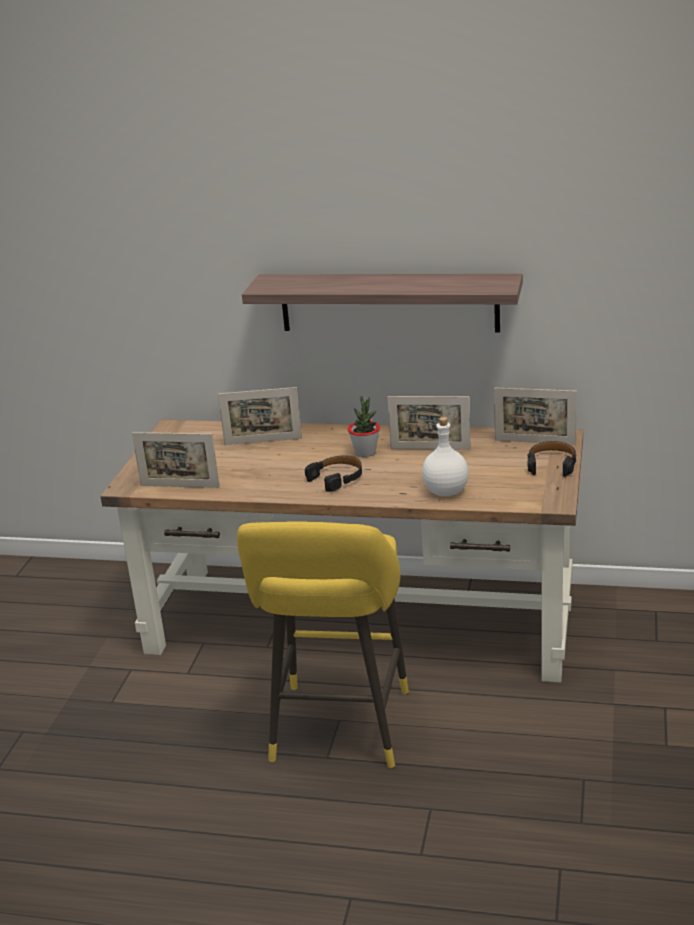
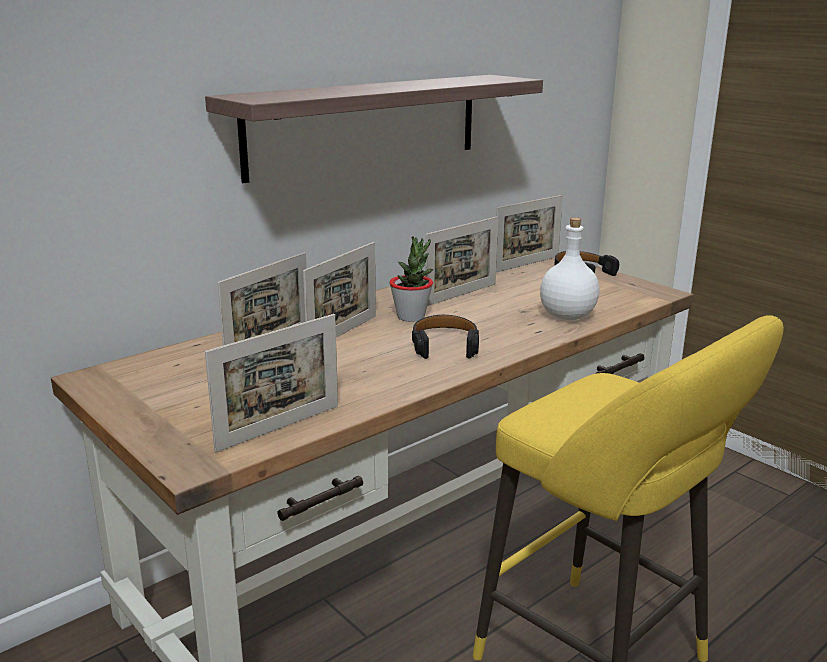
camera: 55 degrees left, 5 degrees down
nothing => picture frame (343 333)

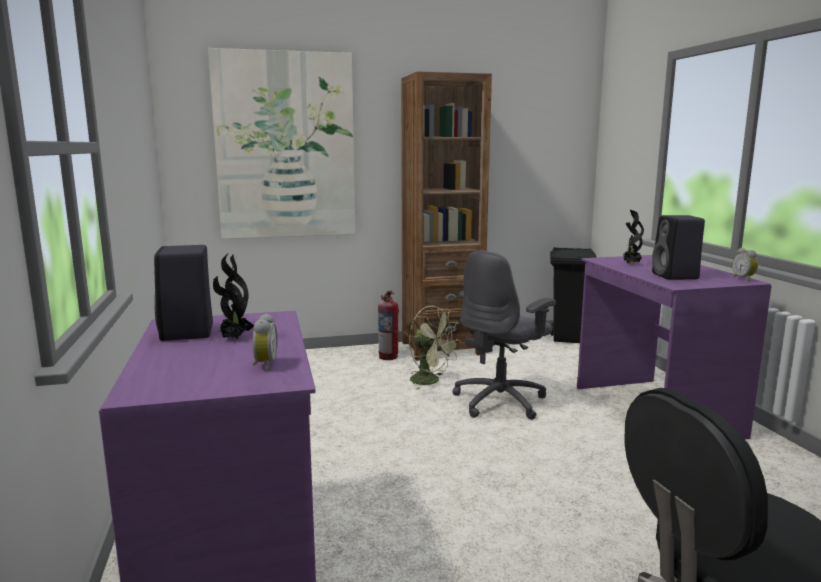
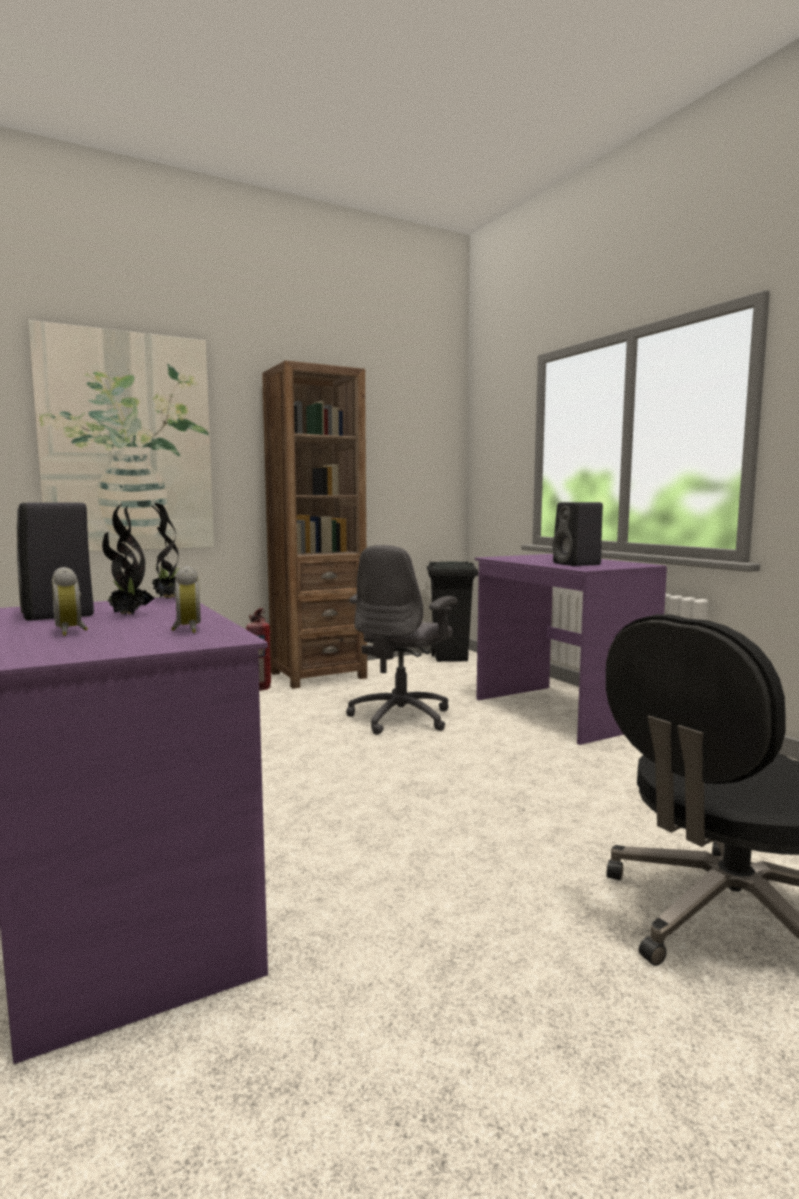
camera: 15 degrees left, 5 degrees down
cooling fan/greenish (431 381) => nothing
houseplant (630 264) => houseplant (167 599), moved
alarm clock (744 279) => alarm clock (72 631), moved

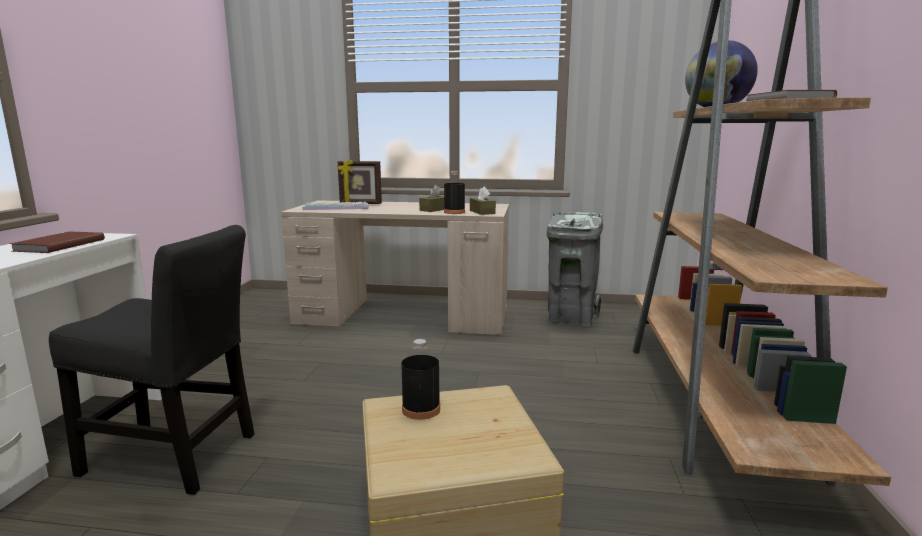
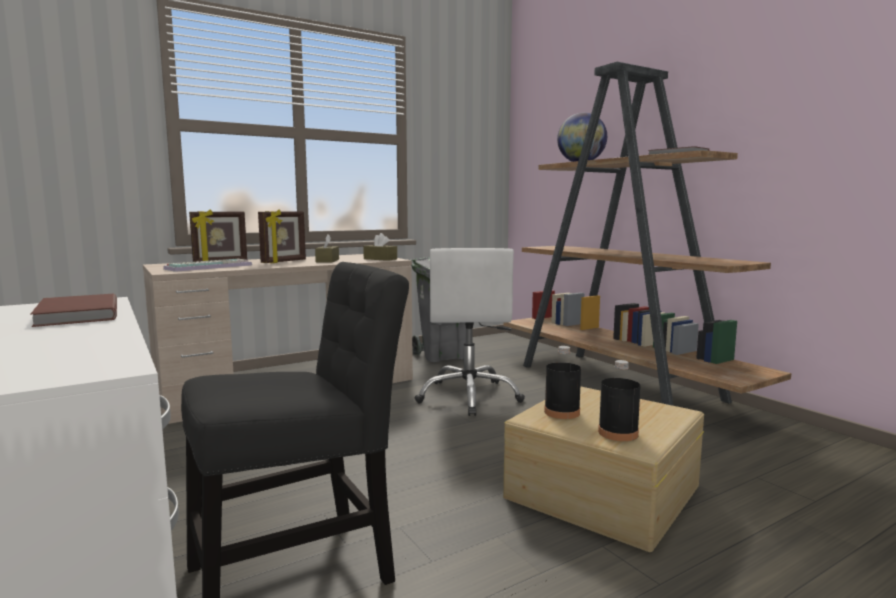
camera: 40 degrees left, 5 degrees down
nothing => picture frame (284 261)
nothing => computer chair/white (469 396)
drink bottle/blackish (454 212) => drink bottle/blackish (618 433), moved

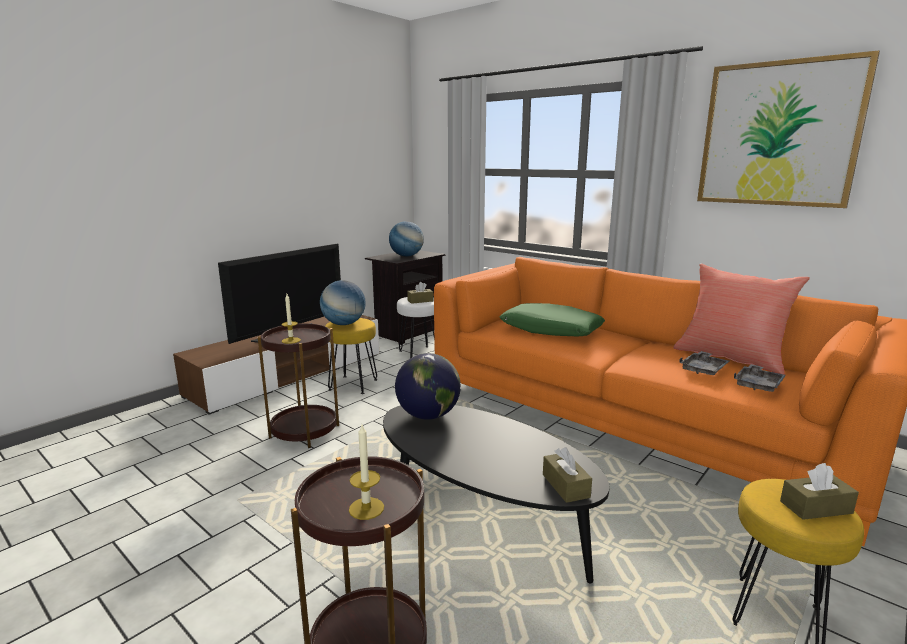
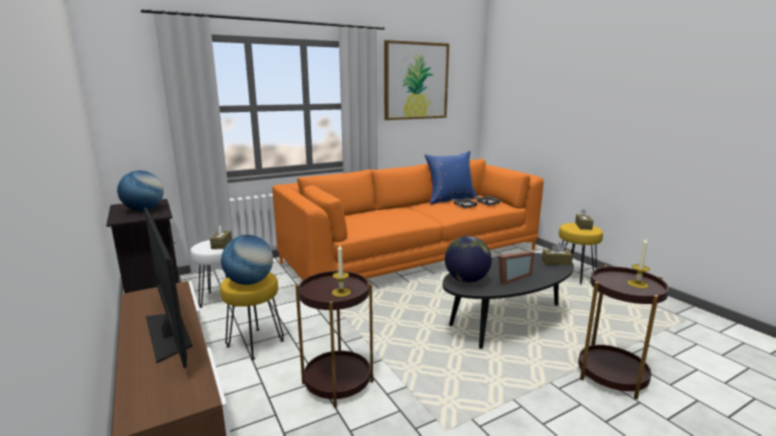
camera: 70 degrees left, 0 degrees up
pillow/greenish (551 330) => nothing
nothing => picture frame (511 277)
pillow/red-coloured (730 358) => pillow/blue-coloured (450 199)

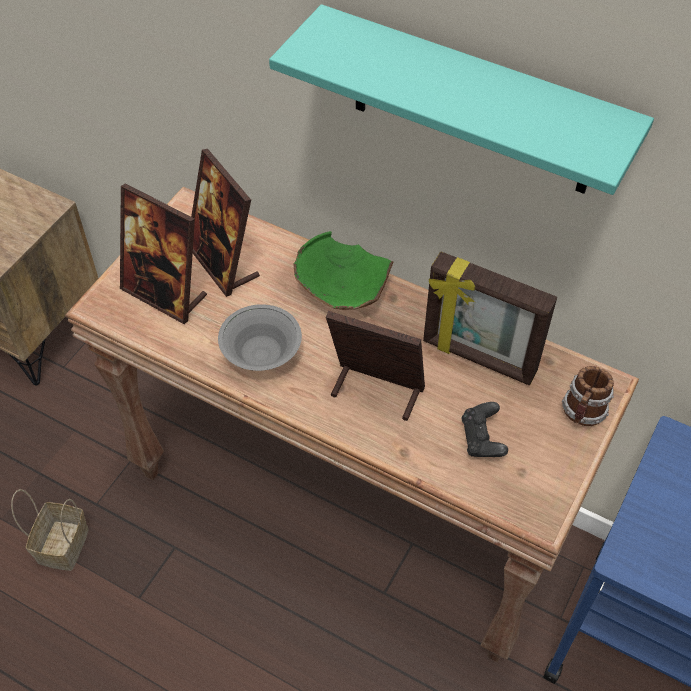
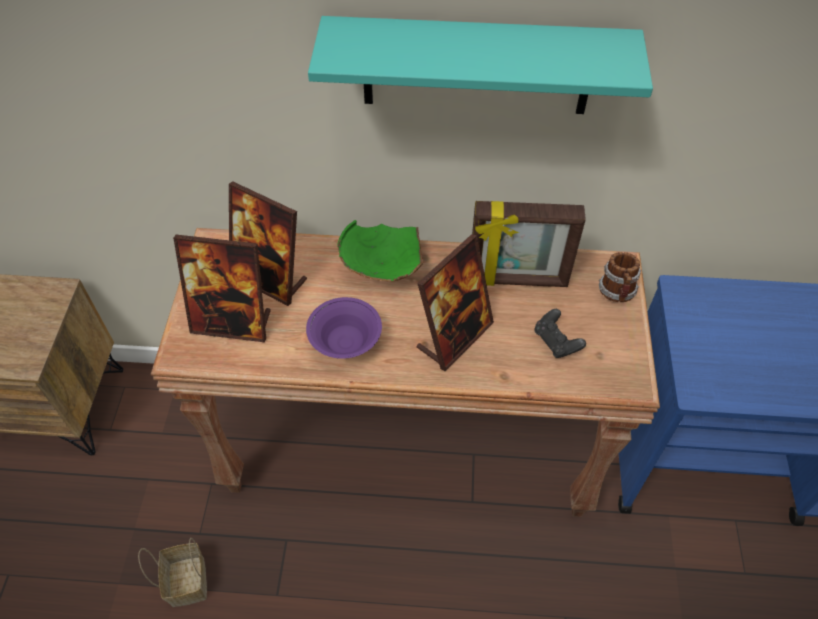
camera: 25 degrees left, 0 degrees up
serving bowl/gray (261 355) => serving bowl/purple (345 343)
picture frame (376 391) => picture frame (454 336), 135 degrees clockwise

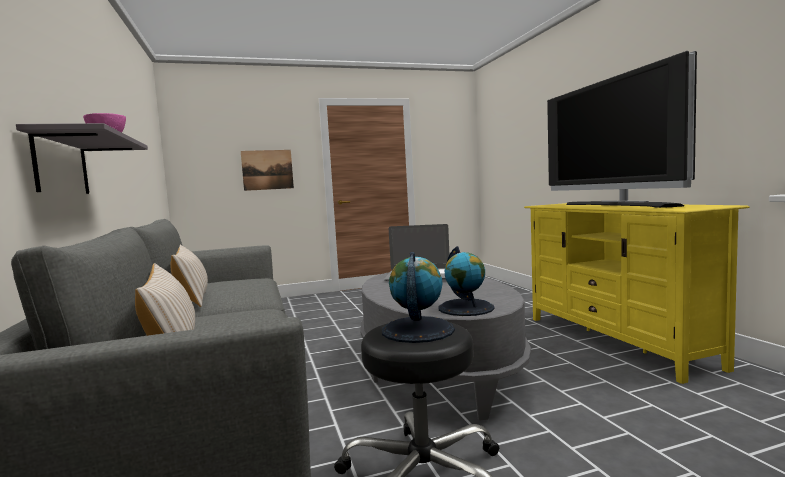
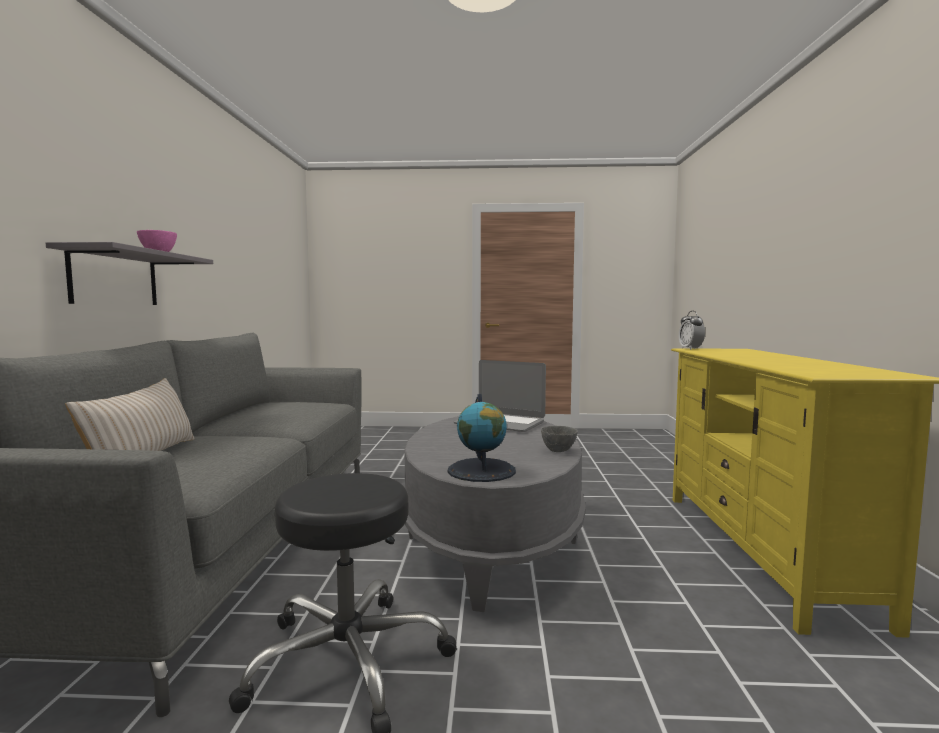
camera: 20 degrees right, 0 degrees up
pillow/beige-coloured (192 296) => nothing
picture (267 170) => nothing
desk globe (417 330) => nothing
television (617 205) => nothing
nothing => serving bowl/gray (559 451)
nothing => alarm clock (690 349)

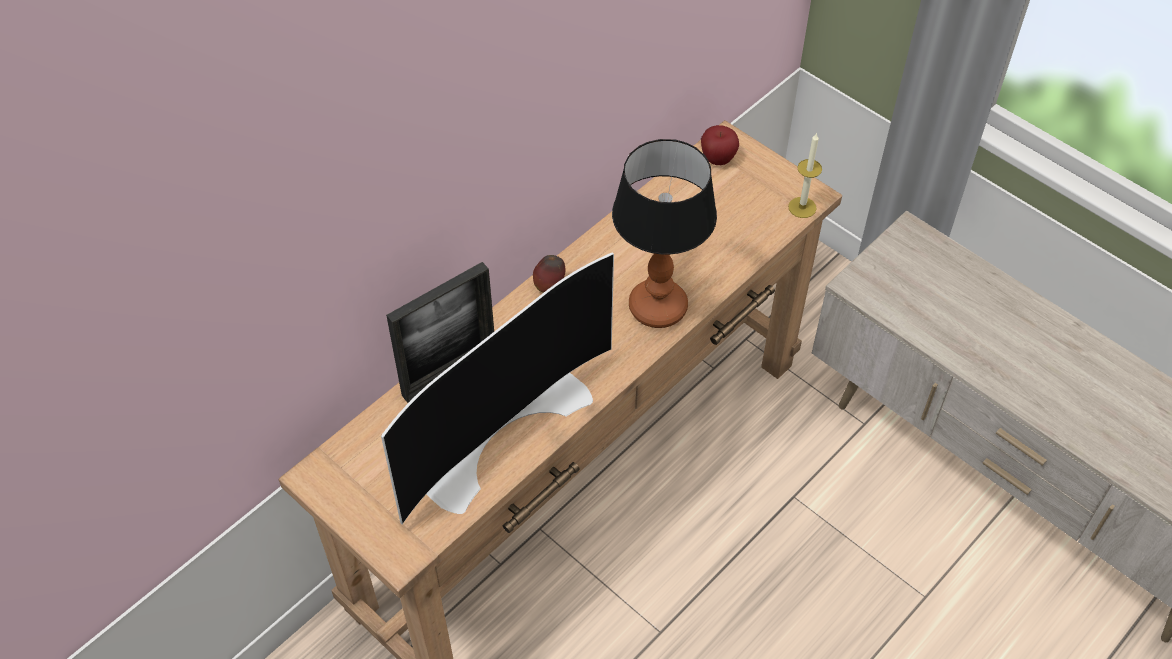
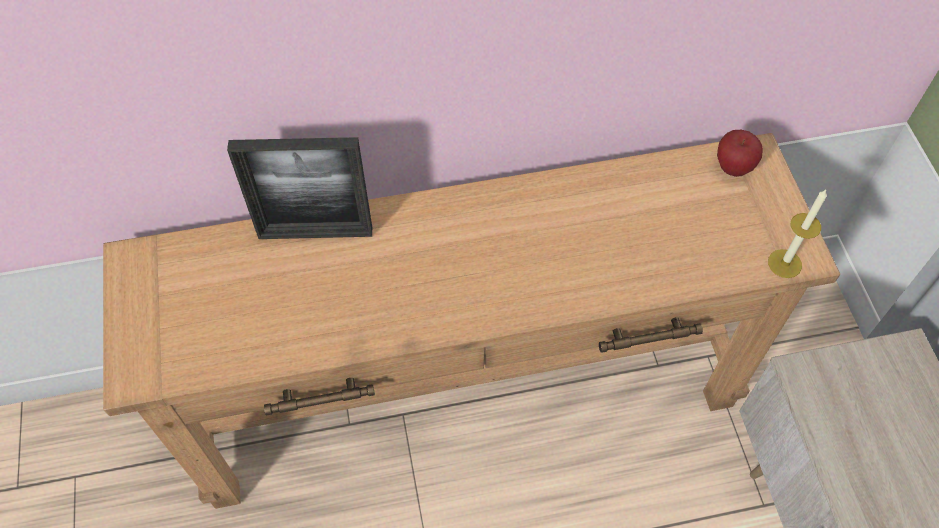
camera: 35 degrees right, 5 degrees up
television (499 428) => nothing
whole apple (549 286) => nothing
lamp for a table (657 306) => nothing

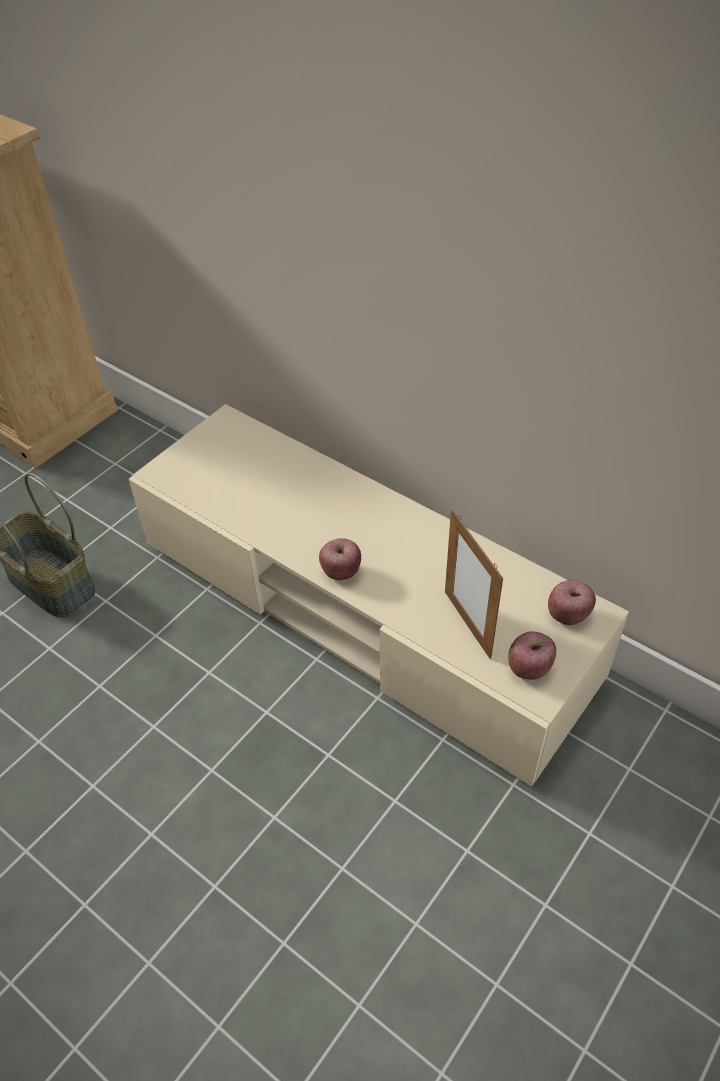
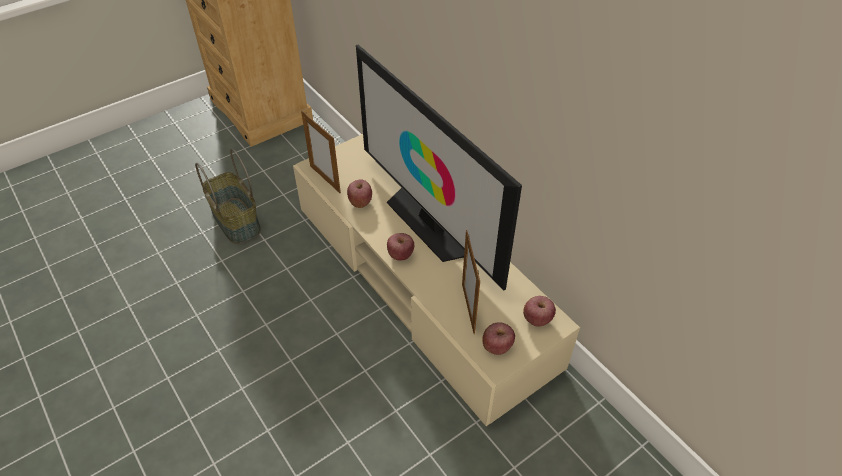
camera: 15 degrees right, 0 degrees up
nothing => picture frame (325 179)
nothing => whole apple (360 202)
nothing => television (431 222)

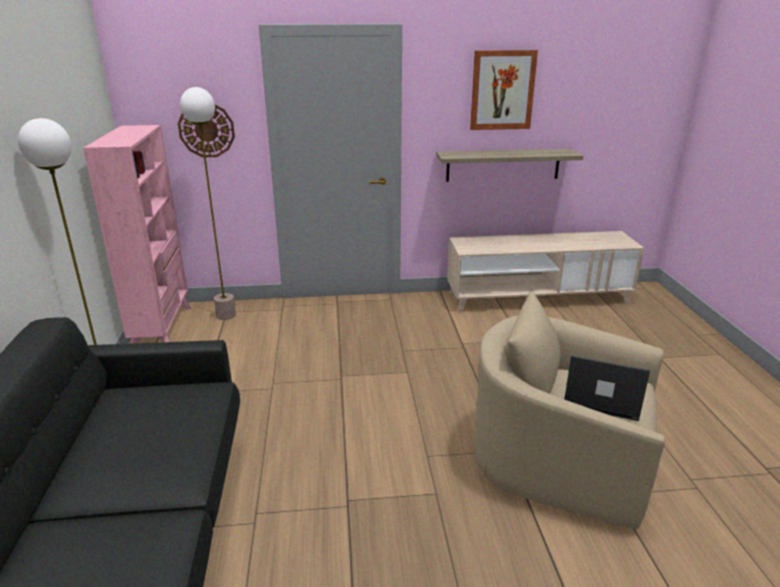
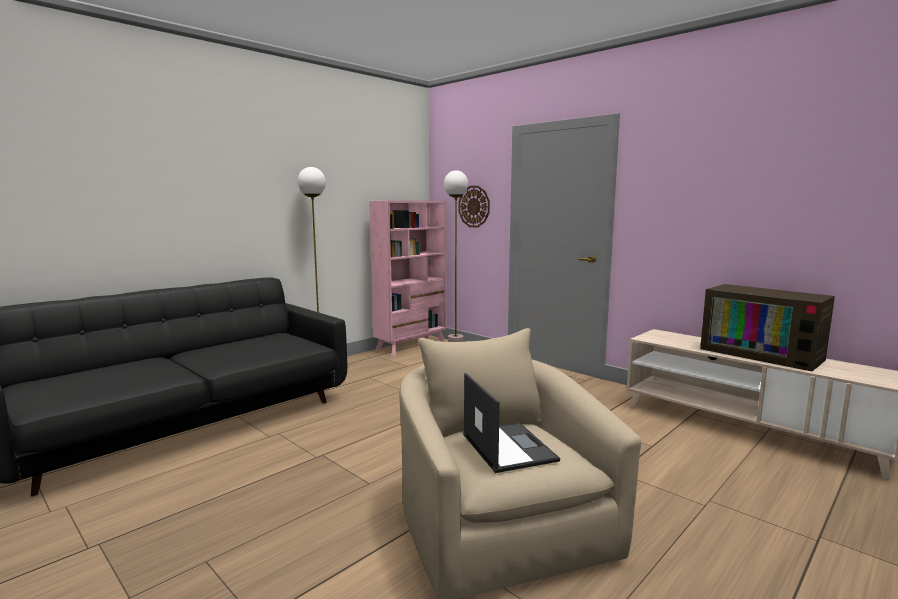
camera: 50 degrees right, 15 degrees down
shelf (503 165) => nothing
picture (502 90) => nothing
nothing => television (763 354)

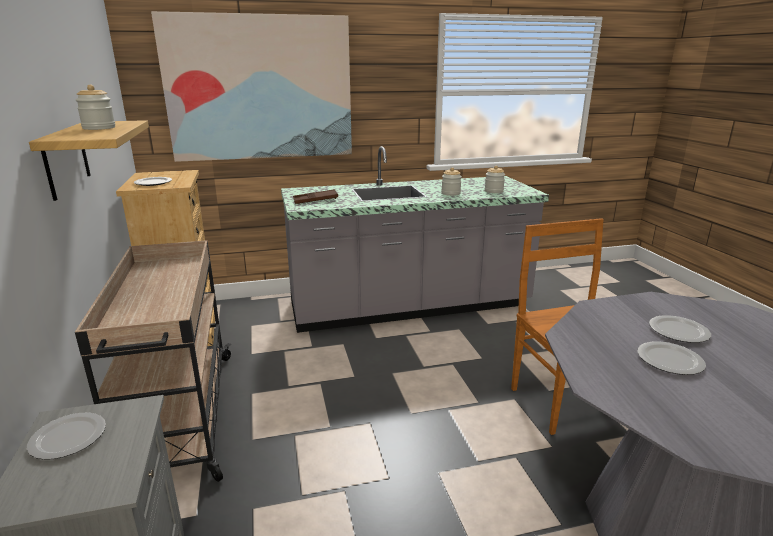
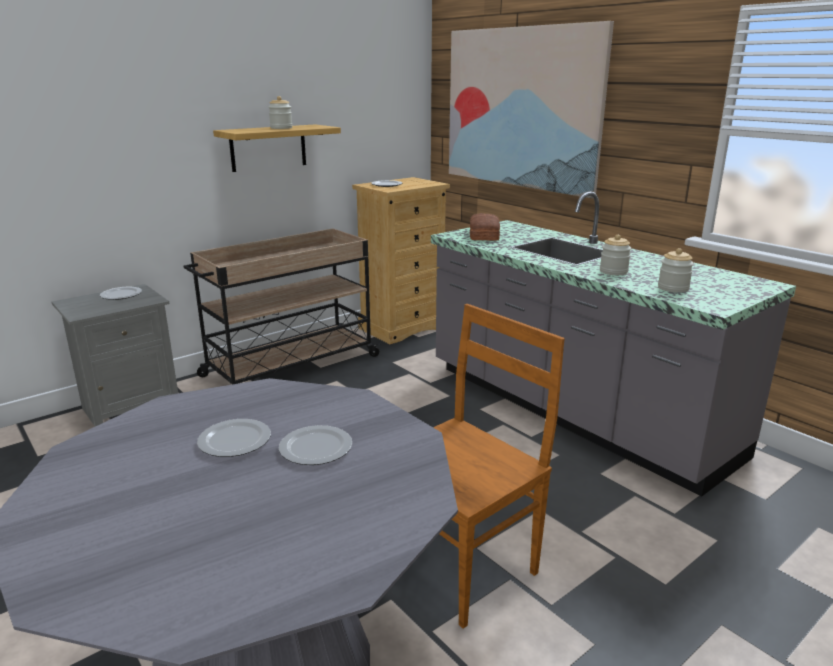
camera: 65 degrees right, 0 degrees up
tray/brownish (315 200) => baked bread (483 235)

